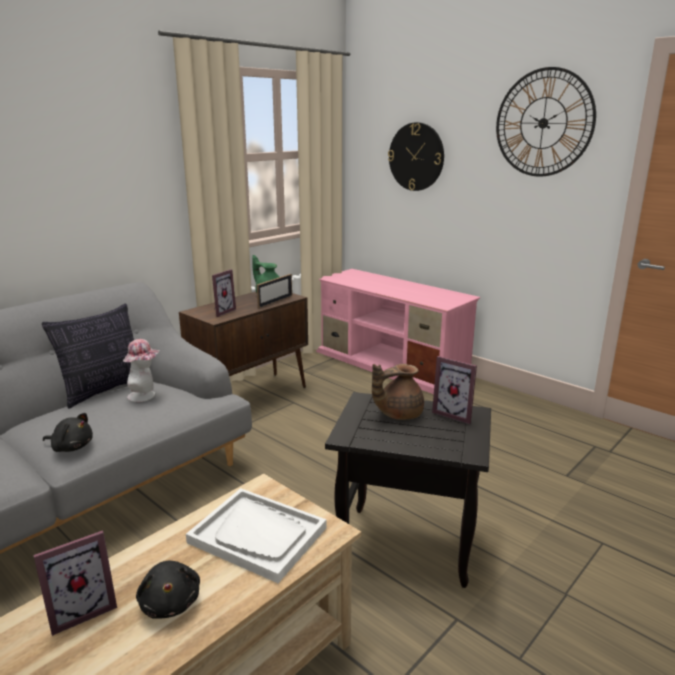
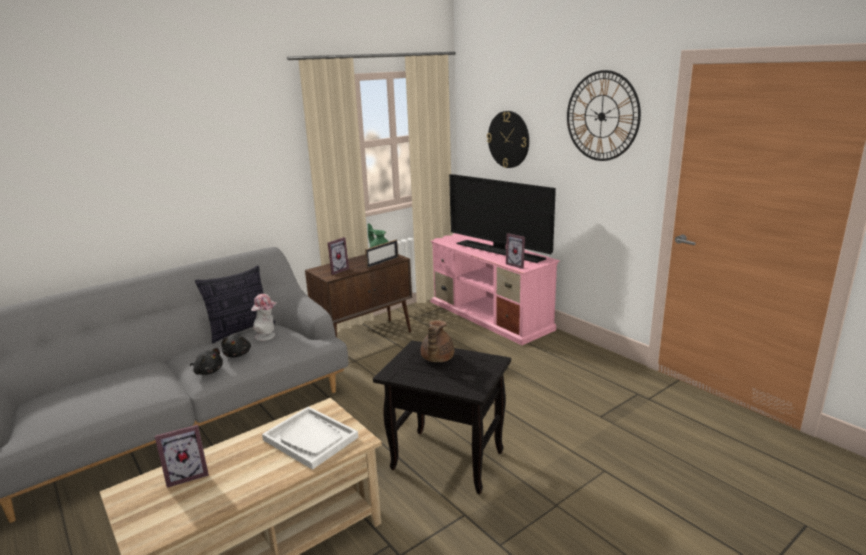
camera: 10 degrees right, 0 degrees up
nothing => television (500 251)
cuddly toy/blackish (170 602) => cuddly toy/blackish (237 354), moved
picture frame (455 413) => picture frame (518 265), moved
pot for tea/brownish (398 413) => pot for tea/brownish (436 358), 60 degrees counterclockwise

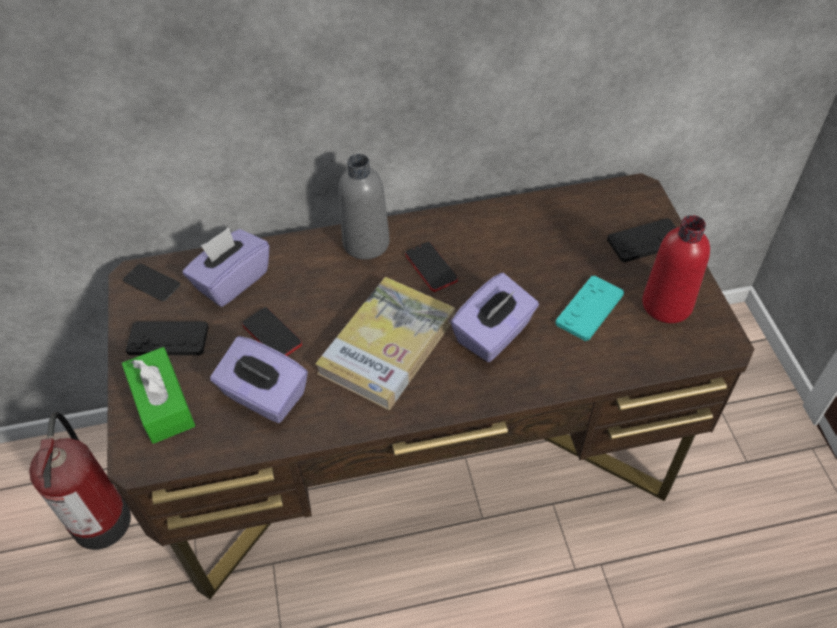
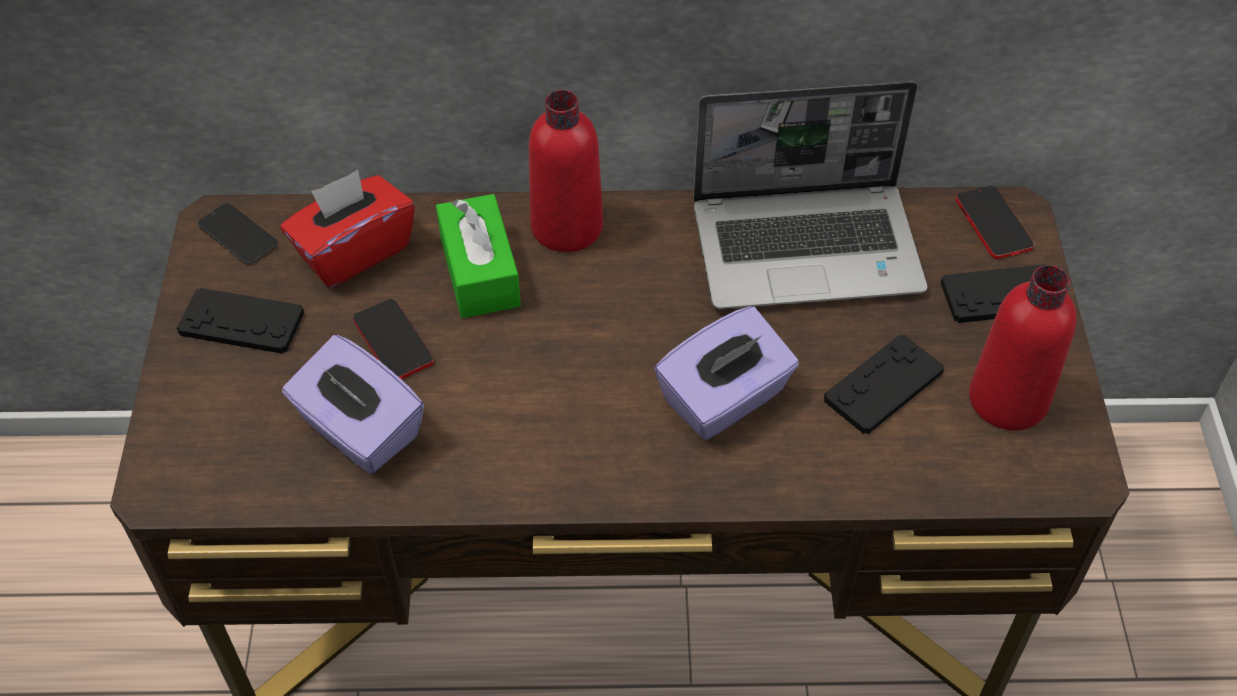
camera: 10 degrees right, 0 degrees up
fire-fighting cylinder (101 518) => nothing
book (387 345) => nothing
nothing => laptop (809 247)
tissue holder/greenish (163 404) => tissue holder/greenish (479 271), moved
telephone (431 267) => telephone (993 223), moved
tissue holder/purple (231 281) => tissue holder/red-coloured (354 251)
drink bottle/gray (366 243) => drink bottle/red-coloured (566 227)
game controller/turquoise (589 309) => game controller/blackish (883 385)

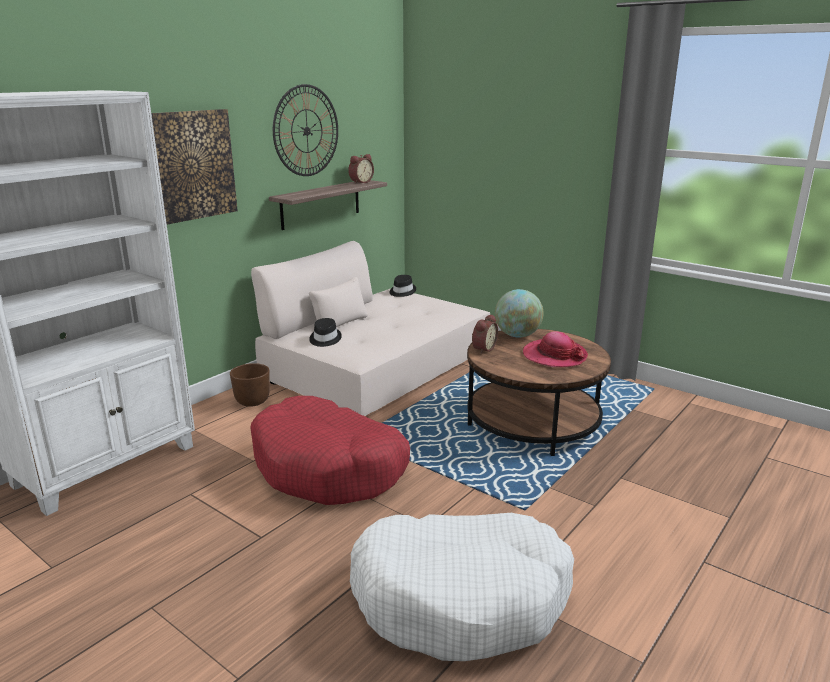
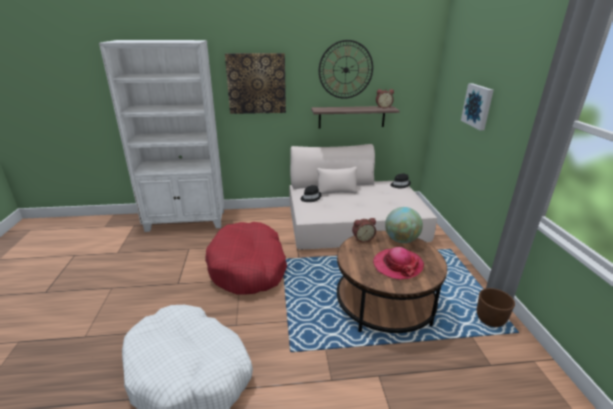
camera: 45 degrees right, 5 degrees up
nothing => picture (478 106)
flower pot/brownish (252 401) => flower pot/brownish (490 320), moved

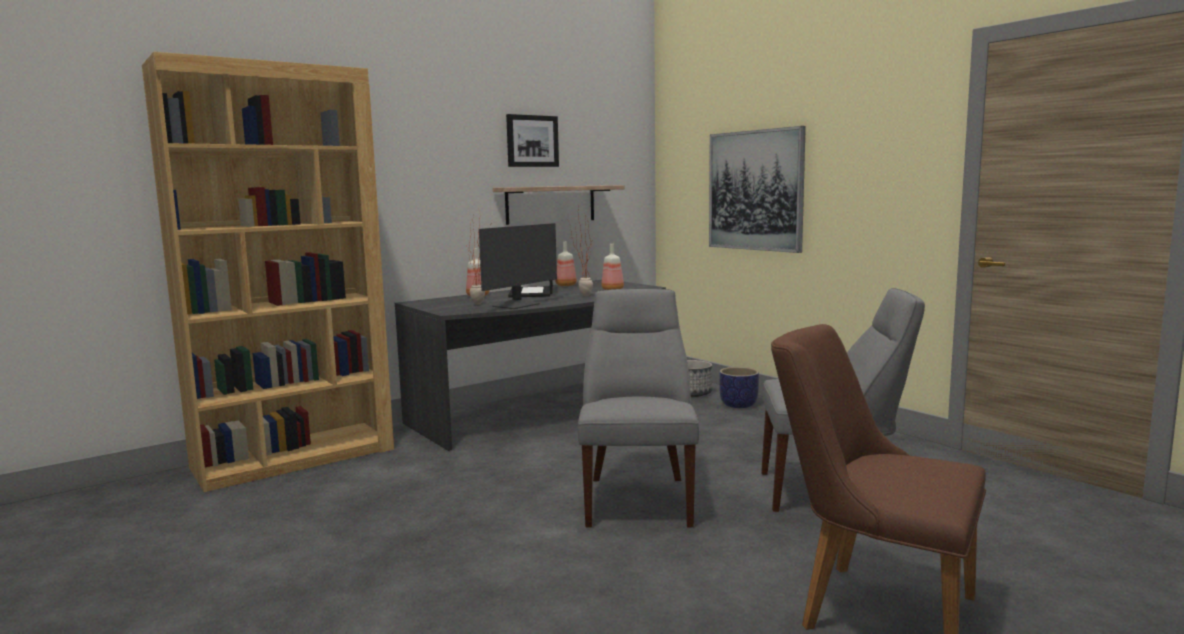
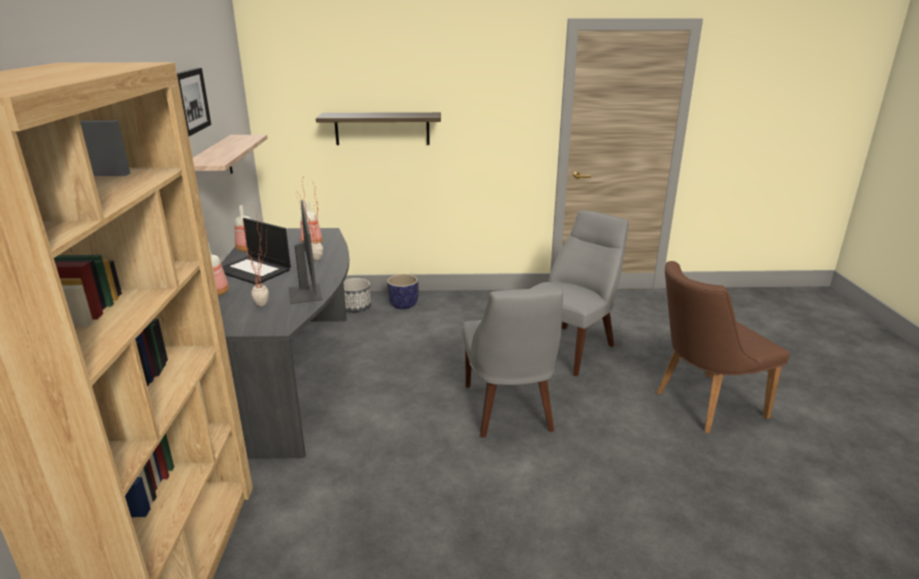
camera: 55 degrees left, 15 degrees up
picture (755 190) => shelf (382 128)
upright chair/gray (638 498) => upright chair/gray (509 410), 135 degrees counterclockwise

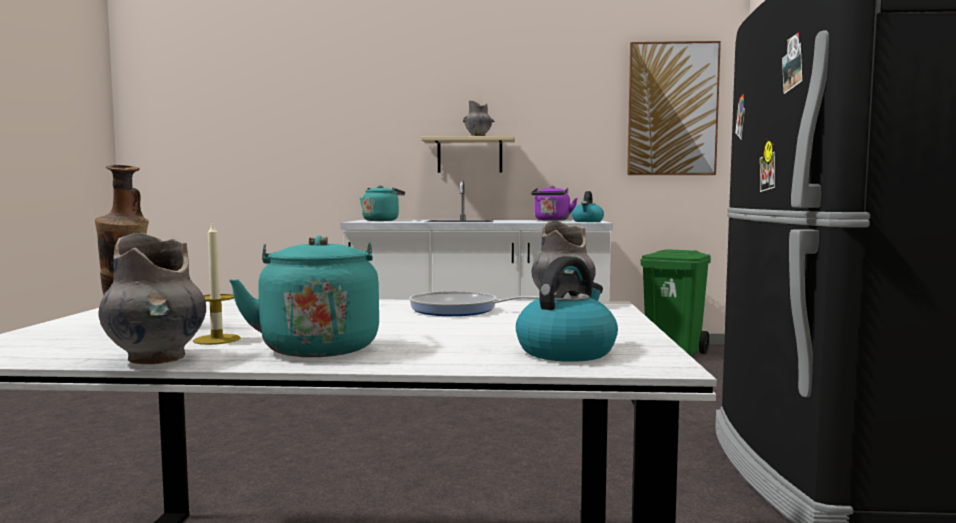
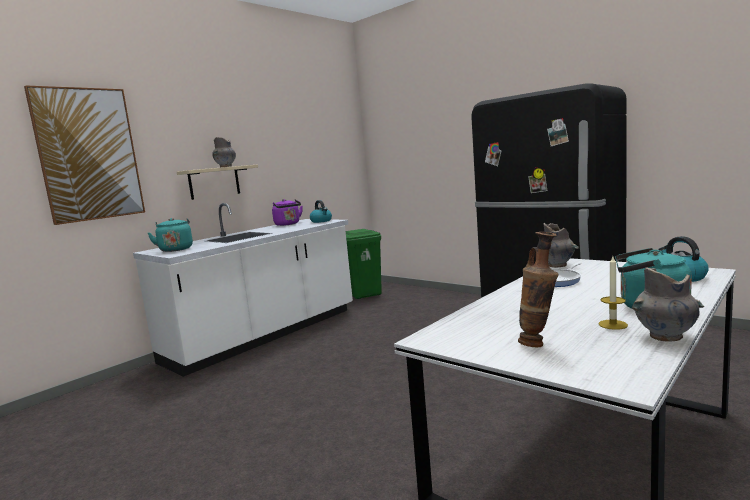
camera: 50 degrees left, 5 degrees up
picture (672 109) => picture (88 154), moved

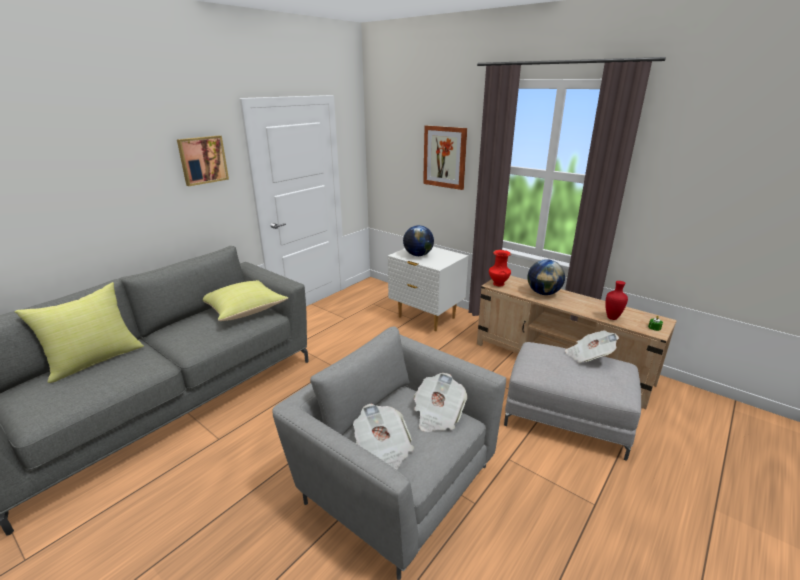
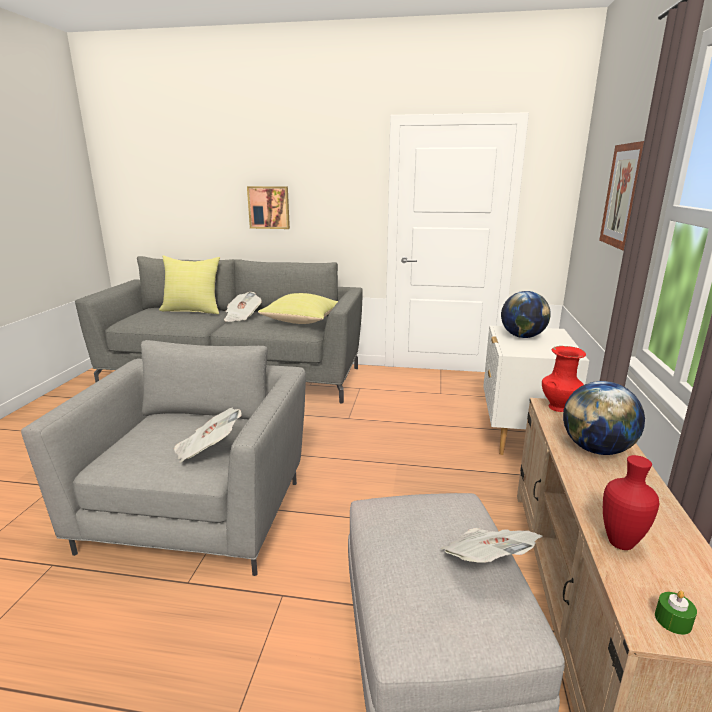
camera: 60 degrees right, 5 degrees down
picture (202 160) => picture (269 207), moved
printed paper (384 449) => printed paper (242 317), moved

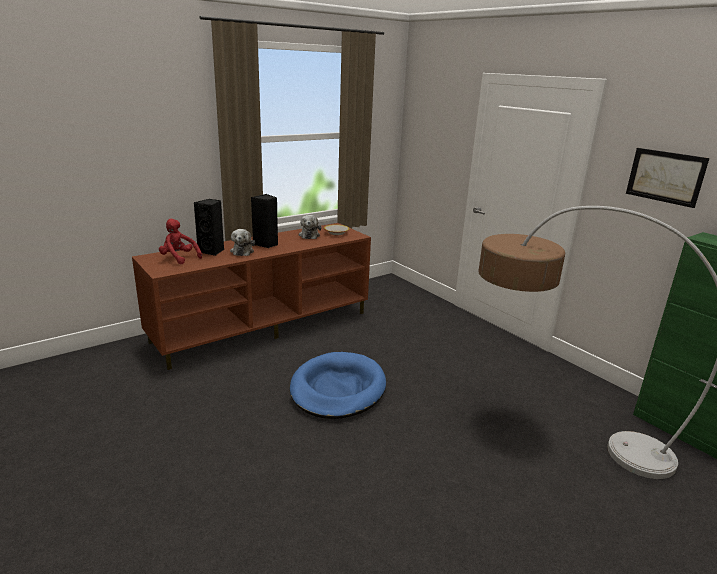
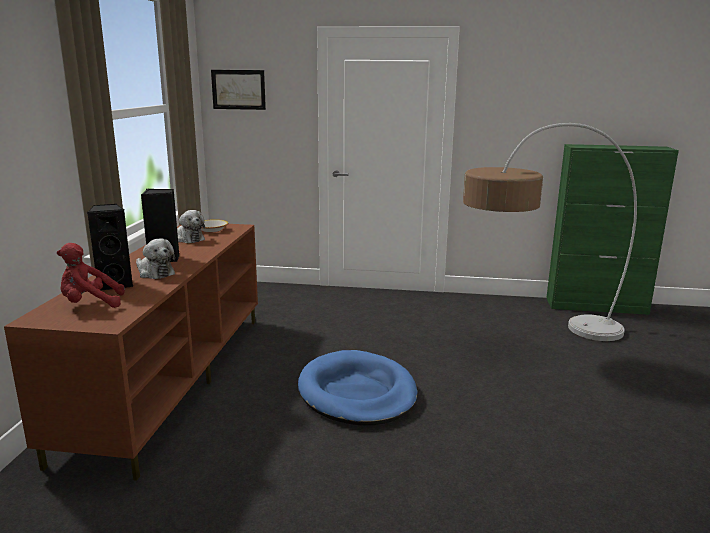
camera: 45 degrees left, 5 degrees down
picture (665 176) => picture (238 89), moved

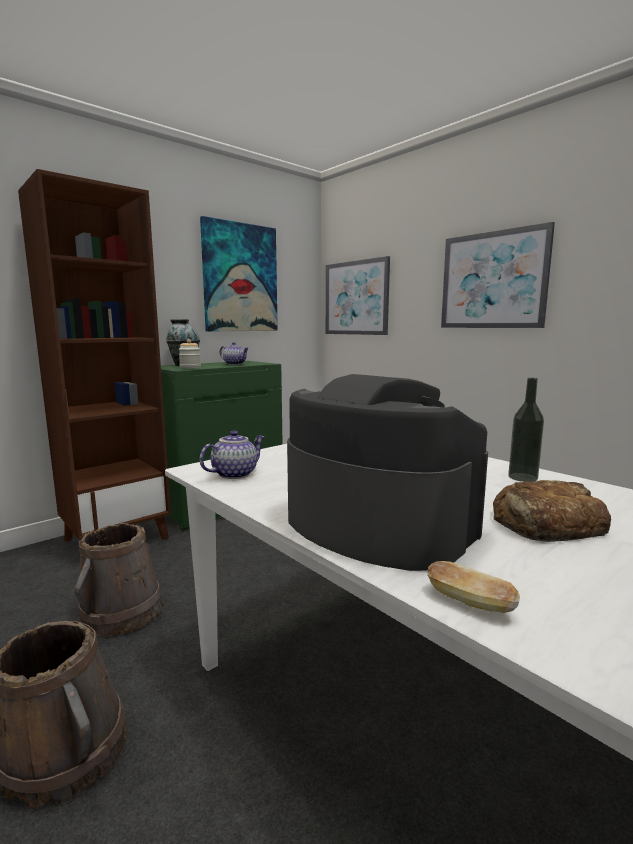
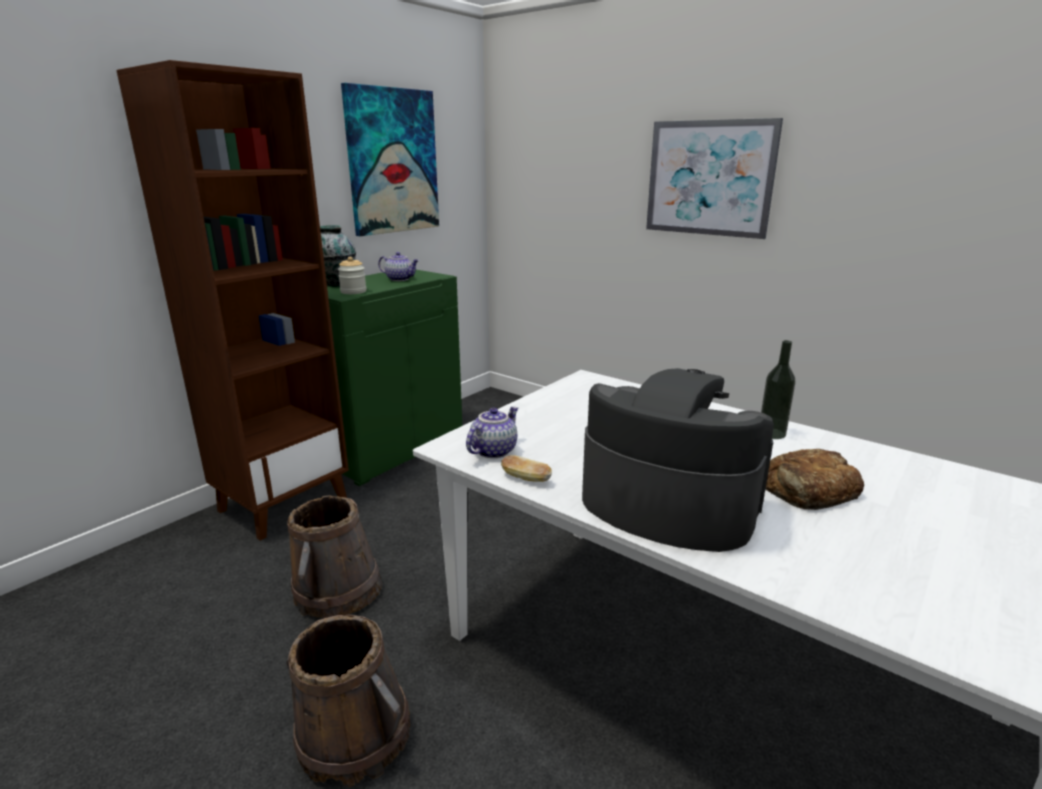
camera: 10 degrees left, 10 degrees up
picture (356 298) => nothing
baked bread (469 603) => baked bread (526 479), moved

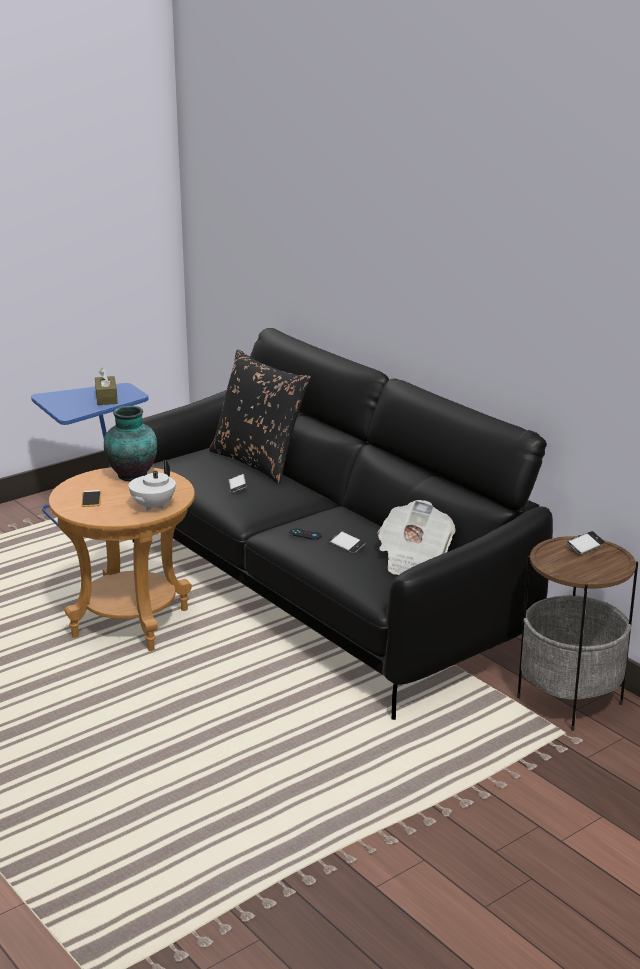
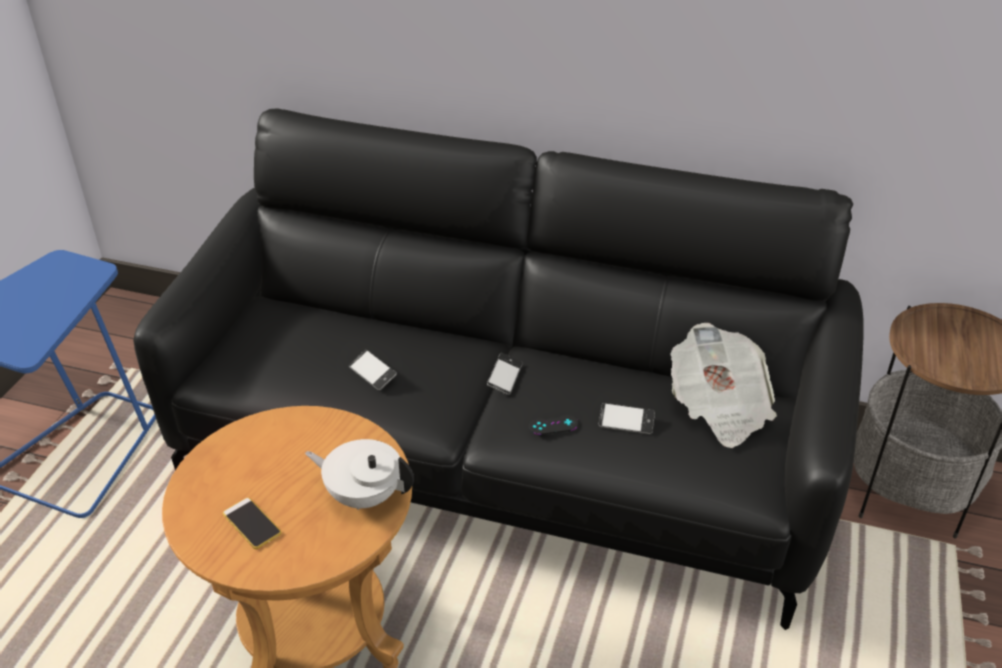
camera: 35 degrees left, 15 degrees up
tissue holder/brownish (106 398) => nothing
decorative vase (132 476) => nothing
pillow/blackish (259 462) => nothing
telephone (585 546) => telephone (504 377), moved
pot for tea/white (152 506) => pot for tea/white (364 495), 120 degrees clockwise

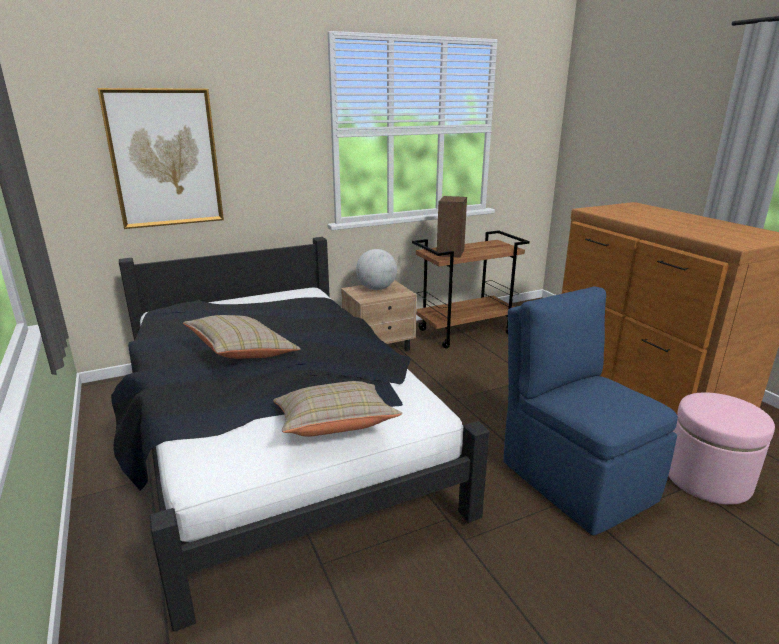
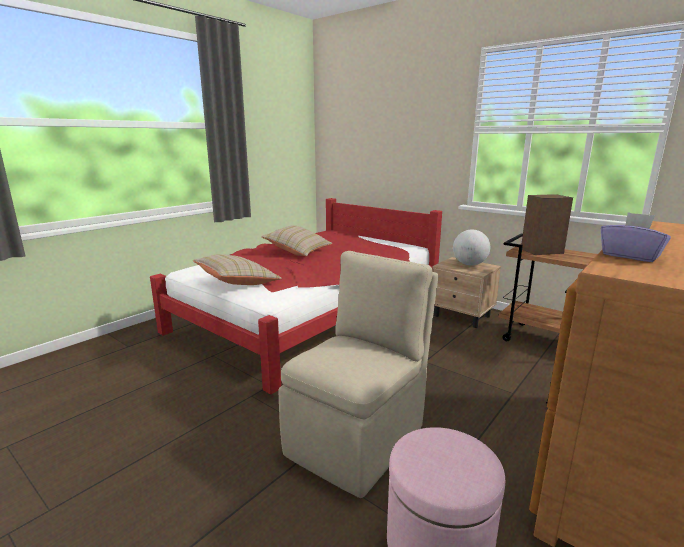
camera: 65 degrees right, 5 degrees down
picture (165 158) => nothing
nothing => tissue holder/purple (630 256)
bed/blackish (278 440) => bed/red-coloured (309 317)
upright chair/blue-coloured (574 478) => upright chair/beige-coloured (358 438)

